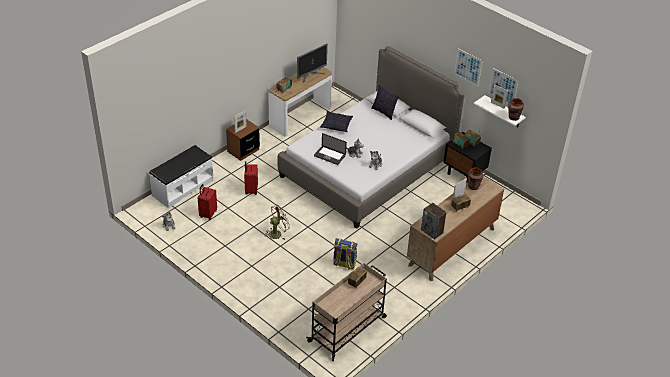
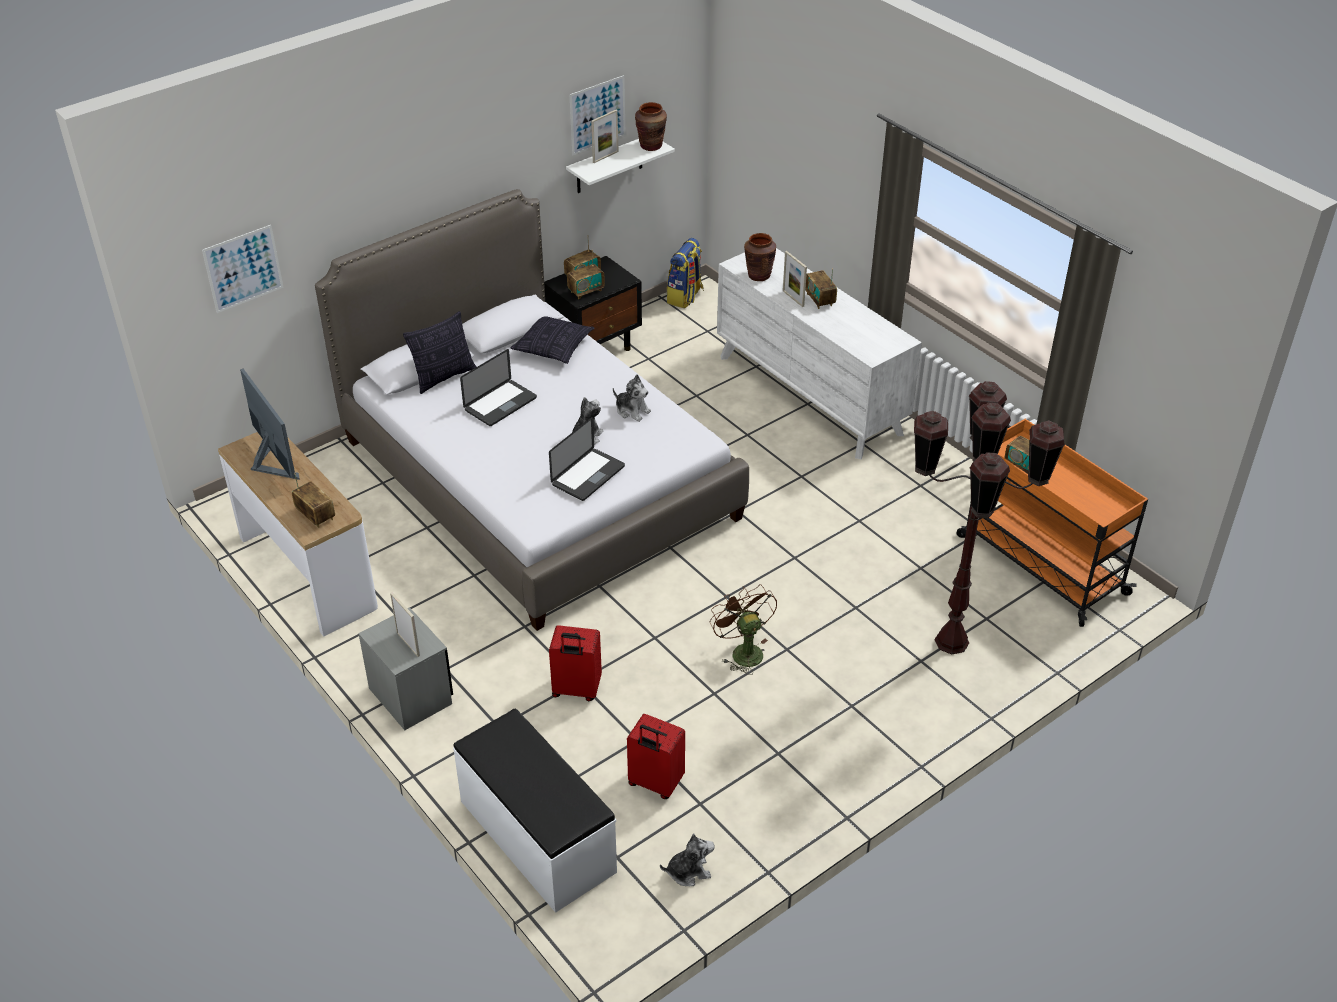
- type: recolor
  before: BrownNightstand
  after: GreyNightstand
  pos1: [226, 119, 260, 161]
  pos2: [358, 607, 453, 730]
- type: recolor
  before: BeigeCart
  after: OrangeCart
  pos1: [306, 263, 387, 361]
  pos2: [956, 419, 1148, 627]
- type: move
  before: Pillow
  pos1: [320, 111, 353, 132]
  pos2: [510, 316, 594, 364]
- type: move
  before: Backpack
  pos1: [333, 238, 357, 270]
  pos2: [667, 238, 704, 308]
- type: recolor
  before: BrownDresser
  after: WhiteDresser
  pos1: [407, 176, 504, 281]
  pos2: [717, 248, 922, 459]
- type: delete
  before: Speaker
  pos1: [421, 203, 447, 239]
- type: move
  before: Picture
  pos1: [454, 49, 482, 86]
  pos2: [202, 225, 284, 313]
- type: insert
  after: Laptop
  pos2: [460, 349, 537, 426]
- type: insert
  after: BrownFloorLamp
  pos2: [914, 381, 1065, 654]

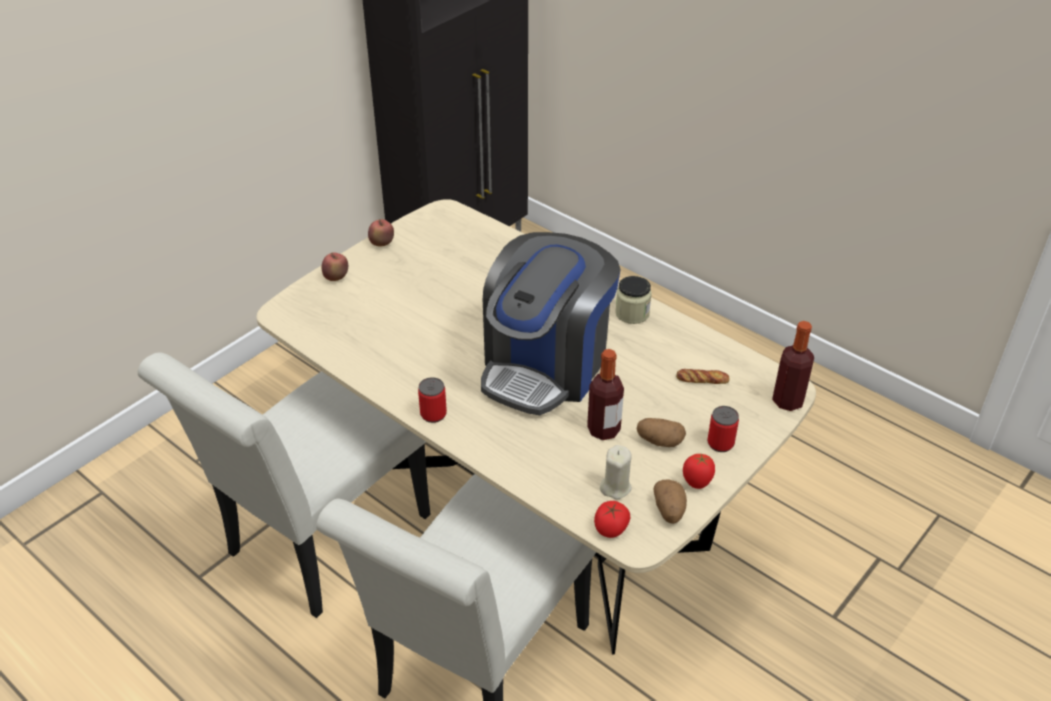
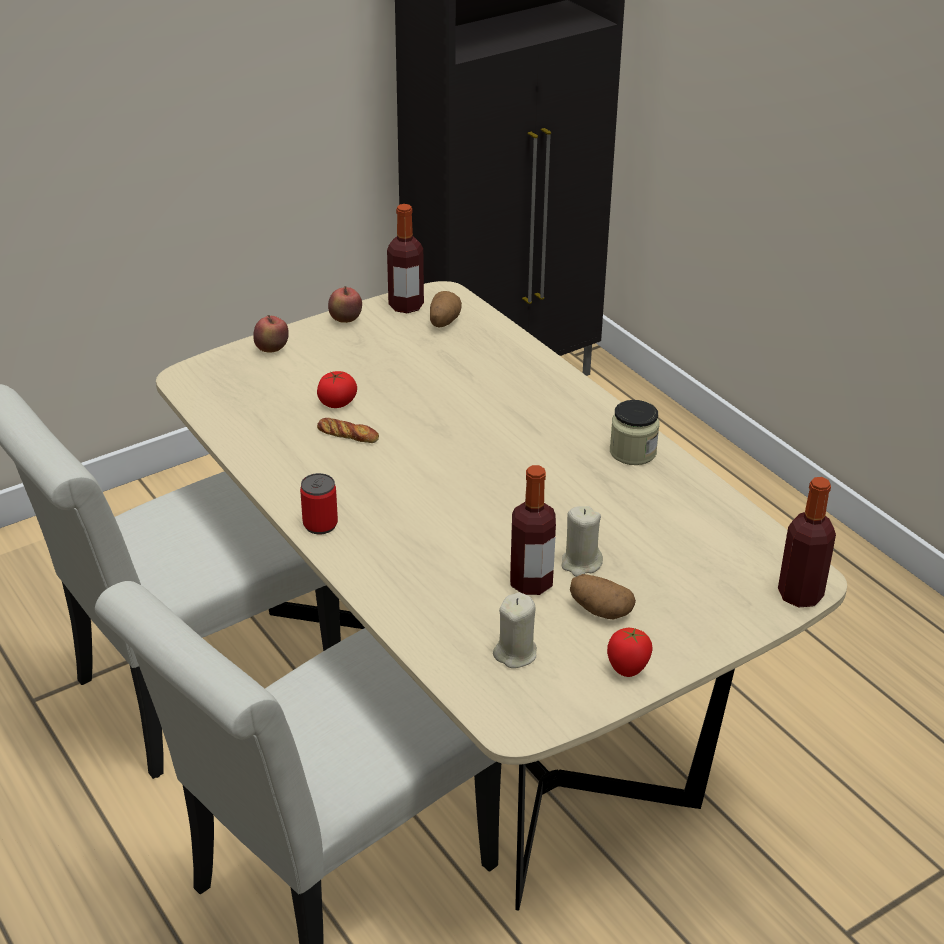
- type: delete
  before: CoffeeMachine
  pos1: [481, 232, 621, 415]
- type: move
  before: Tomato
  pos1: [594, 501, 630, 538]
  pos2: [317, 371, 357, 408]
- type: move
  before: Potato
  pos1: [654, 479, 687, 524]
  pos2: [430, 291, 462, 328]
- type: move
  before: Bread
  pos1: [676, 369, 730, 384]
  pos2: [317, 418, 379, 443]
- type: delete
  before: Can
  pos1: [707, 406, 739, 452]
- type: insert
  after: Bottle
  pos2: [387, 204, 424, 313]
- type: insert
  after: BeigeCandle
  pos2: [561, 506, 603, 577]

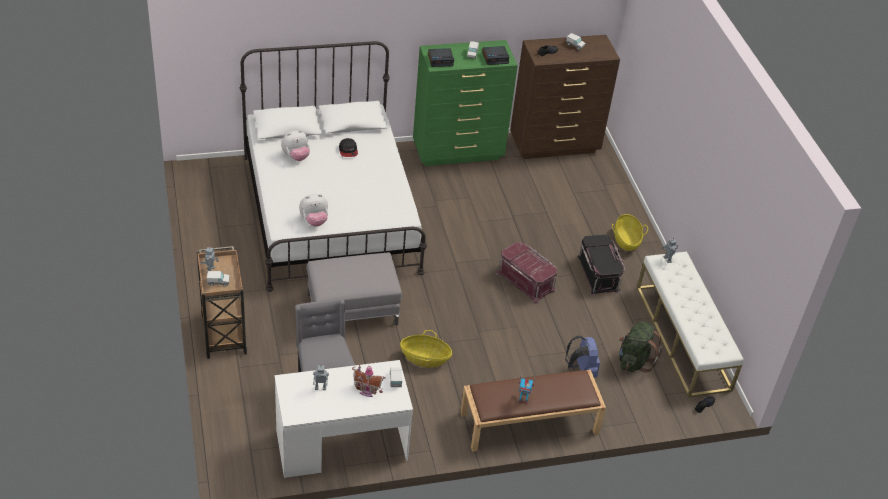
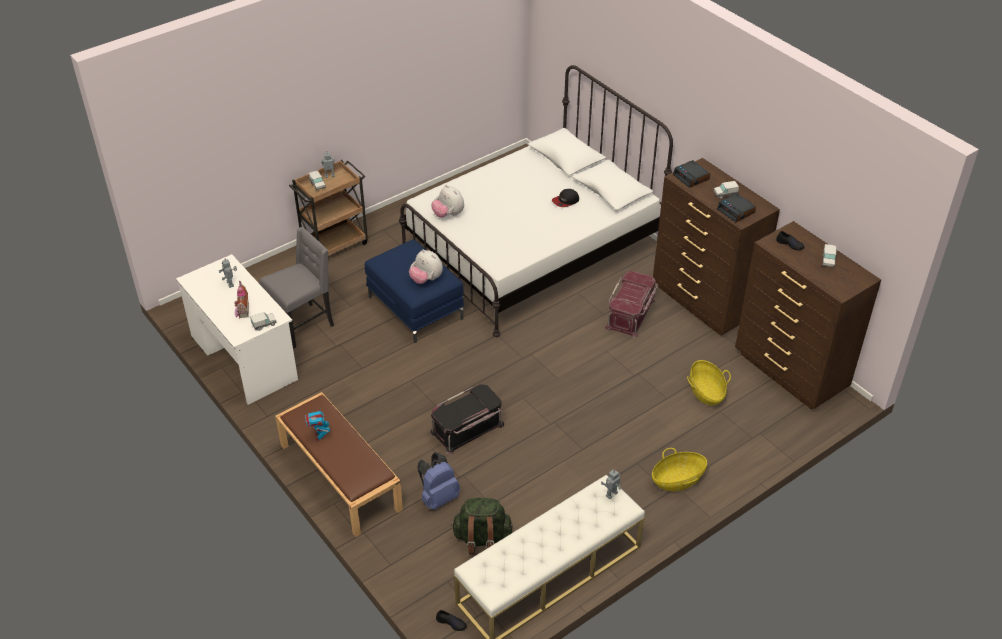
- type: move
  before: PlushToy
  pos1: [281, 130, 310, 161]
  pos2: [409, 249, 443, 284]
- type: recolor
  before: GreyOttoman
  after: BlueOttoman
  pos1: [307, 252, 402, 325]
  pos2: [365, 239, 464, 343]
- type: move
  before: Basket
  pos1: [400, 330, 452, 367]
  pos2: [687, 360, 731, 405]
- type: recolor
  before: GreenDresser
  after: BrownDresser
  pos1: [413, 40, 518, 166]
  pos2: [653, 158, 780, 336]
- type: move
  before: RedStorageBox
  pos1: [496, 242, 557, 304]
  pos2: [605, 271, 658, 338]
- type: move
  before: BlackStorageBox
  pos1: [576, 235, 625, 296]
  pos2: [430, 384, 504, 455]

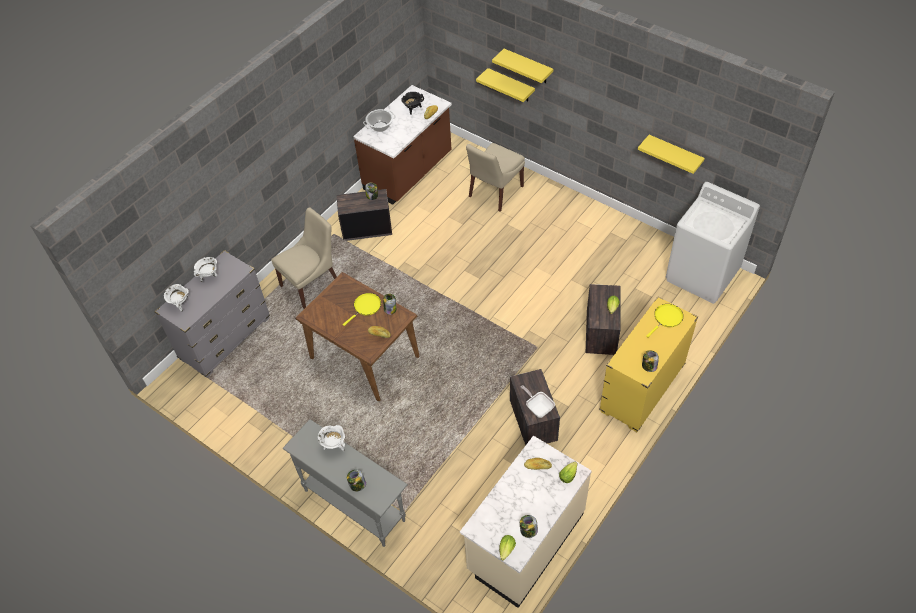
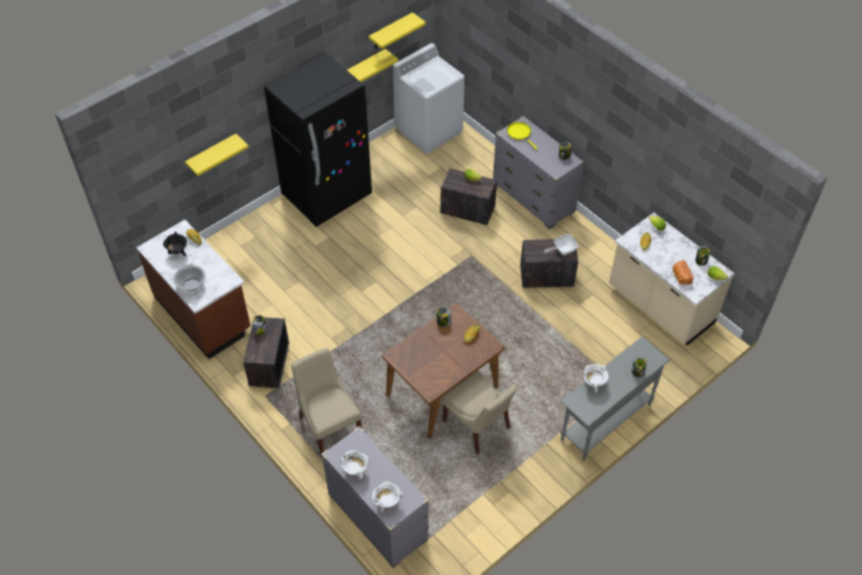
- type: delete
  before: YellowFryingPan
  pos1: [343, 293, 381, 326]
- type: move
  before: BeigeChair
  pos1: [466, 143, 525, 211]
  pos2: [442, 371, 518, 455]
- type: move
  before: YellowShelf
  pos1: [492, 49, 553, 83]
  pos2: [369, 12, 426, 49]
- type: recolor
  before: YellowDresser
  after: GreyDresser
  pos1: [599, 297, 698, 432]
  pos2: [493, 116, 584, 230]
- type: insert
  after: BlackFridge
  pos2: [264, 53, 372, 227]
- type: insert
  after: Bread
  pos2: [673, 260, 693, 285]

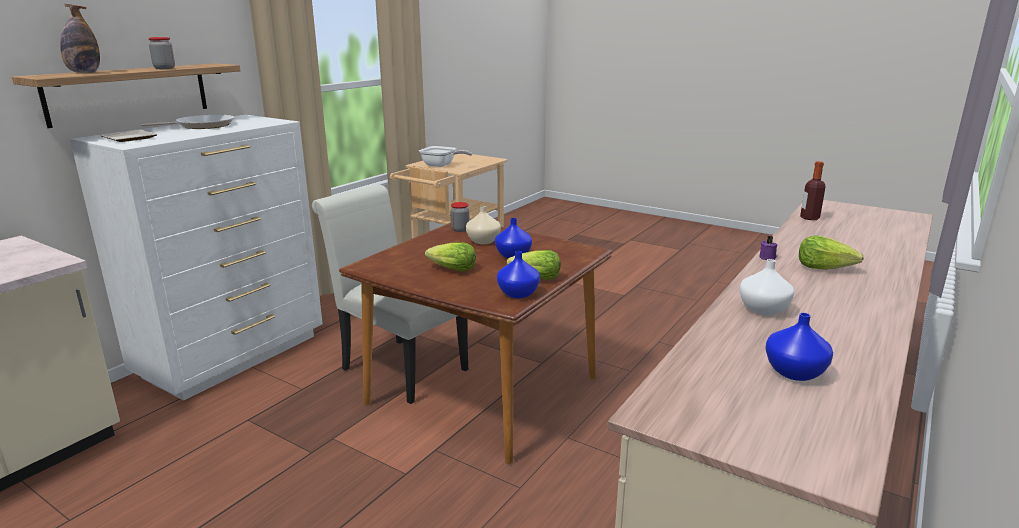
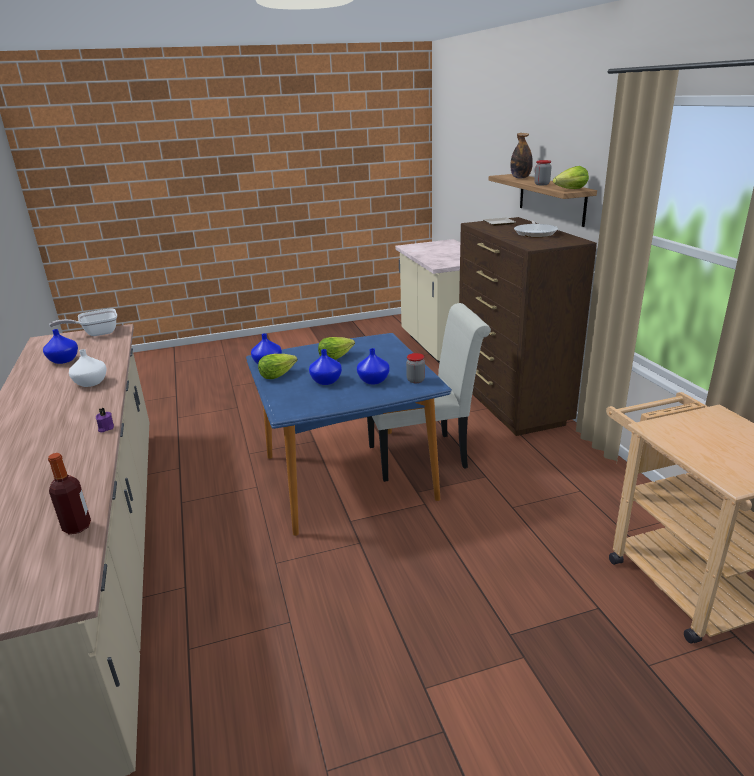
- type: recolor
  before: WhiteDresser
  after: BrownDresser
  pos1: [70, 115, 323, 401]
  pos2: [459, 217, 597, 436]
- type: recolor
  before: BrownDiningTable
  after: BlueDiningTable
  pos1: [339, 223, 613, 464]
  pos2: [246, 333, 452, 536]
- type: move
  before: FryingPan
  pos1: [419, 146, 472, 167]
  pos2: [49, 309, 117, 336]
- type: recolor
  before: BeigeVase
  after: BlueVase
  pos1: [466, 206, 501, 244]
  pos2: [357, 348, 390, 384]
- type: move
  before: Lettuce
  pos1: [799, 235, 864, 270]
  pos2: [553, 166, 589, 189]

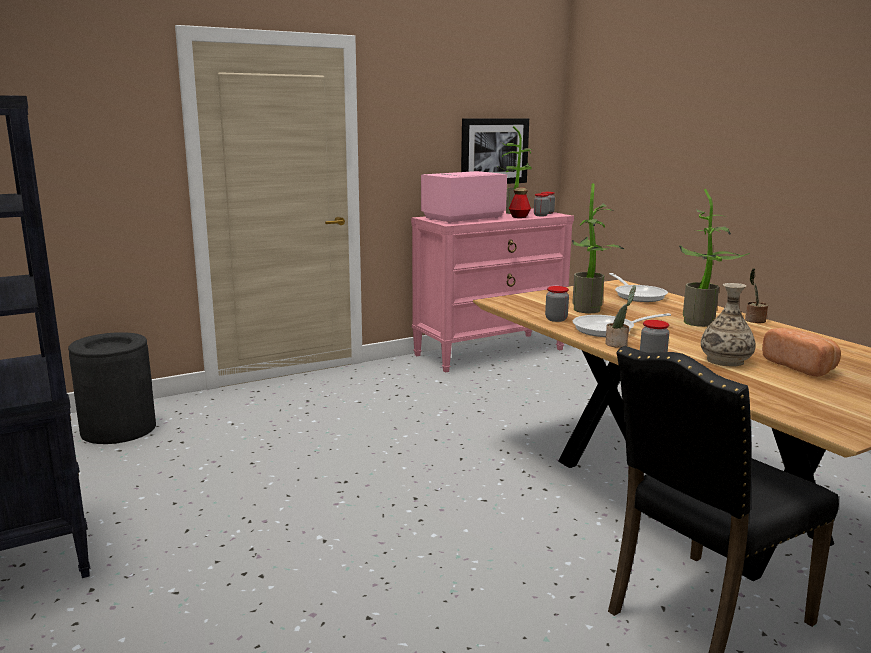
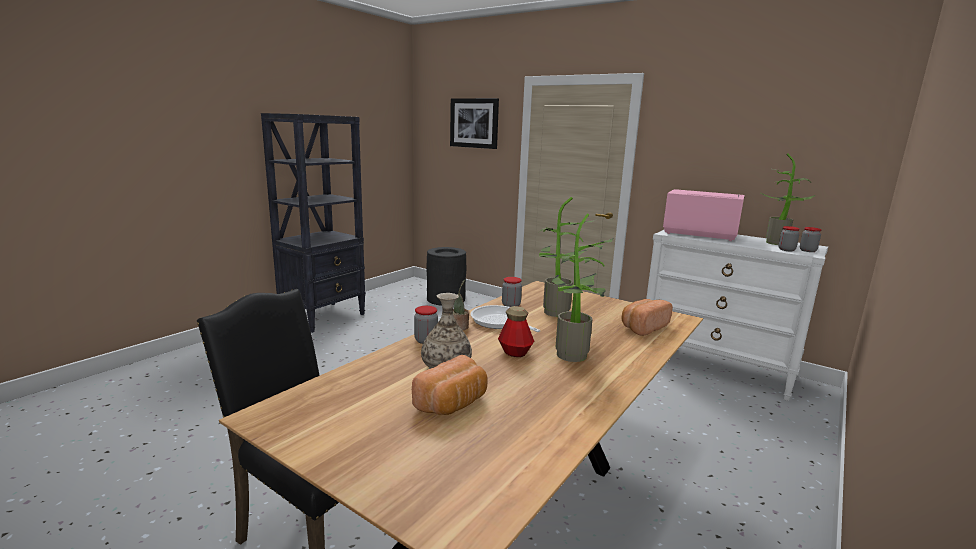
- type: recolor
  before: PinkDresser
  after: WhiteDresser
  pos1: [411, 208, 574, 373]
  pos2: [646, 230, 828, 401]
- type: move
  before: Picture
  pos1: [461, 118, 529, 184]
  pos2: [450, 98, 499, 149]
- type: move
  before: Bottle
  pos1: [509, 187, 531, 218]
  pos2: [498, 306, 534, 357]
- type: replace
  before: FryingPan
  after: Bread
  pos1: [609, 273, 668, 302]
  pos2: [621, 299, 673, 336]
- type: delete
  before: PottedPlant
  pos1: [745, 268, 768, 323]

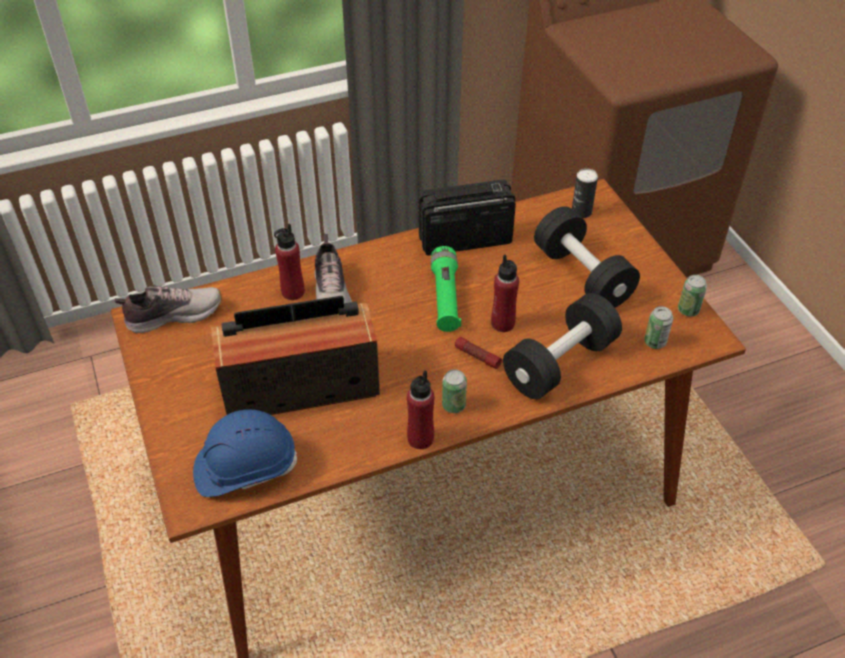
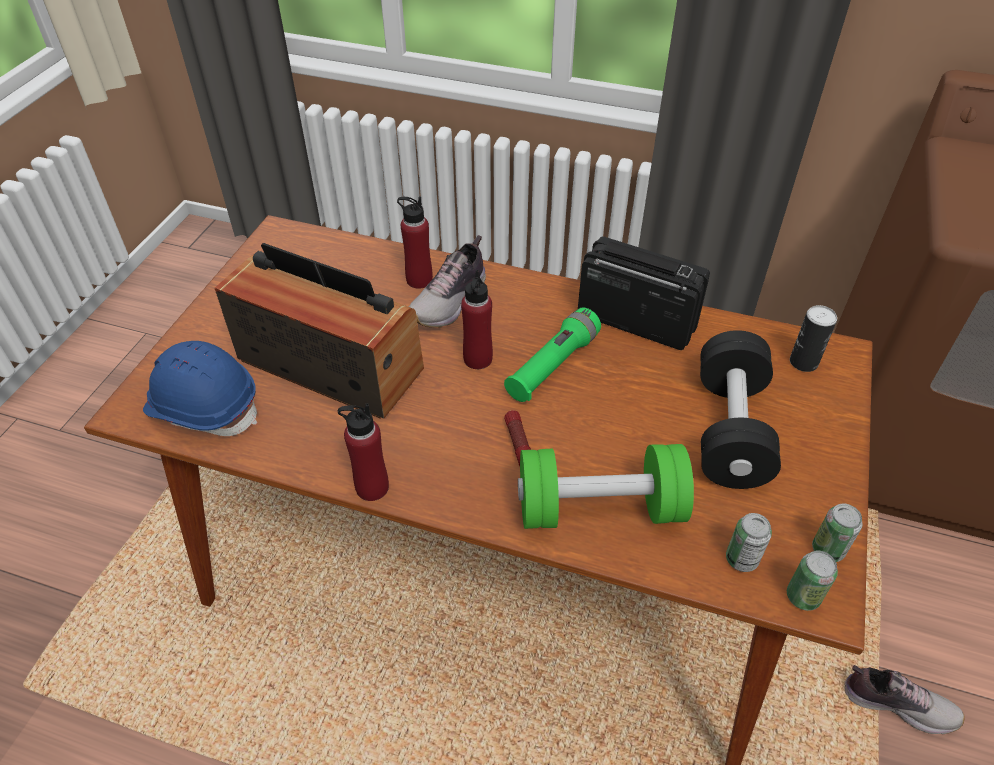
- type: move
  before: Shoe
  pos1: [114, 285, 222, 333]
  pos2: [844, 665, 965, 735]
- type: move
  before: Can
  pos1: [442, 369, 467, 413]
  pos2: [787, 551, 838, 611]
- type: move
  before: RedBottle
  pos1: [491, 255, 519, 332]
  pos2: [461, 270, 493, 369]
- type: recolor
  before: BlackDumbbell
  after: GreenDumbbell
  pos1: [503, 293, 622, 399]
  pos2: [518, 444, 694, 529]

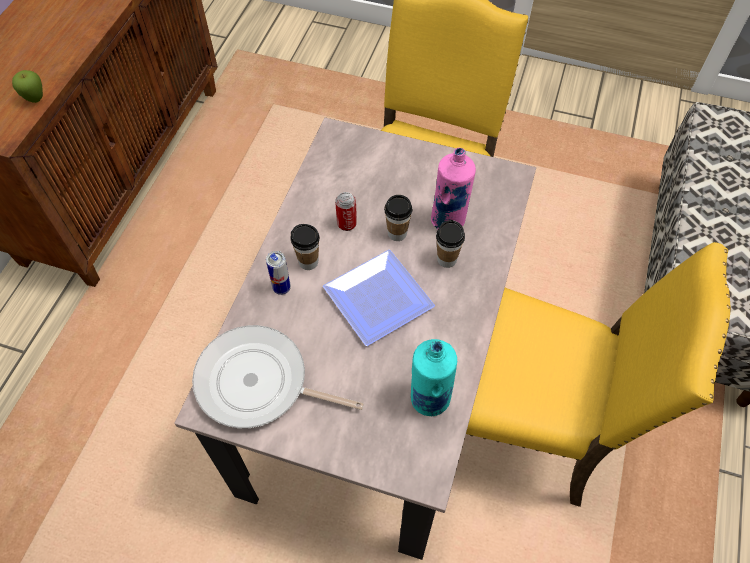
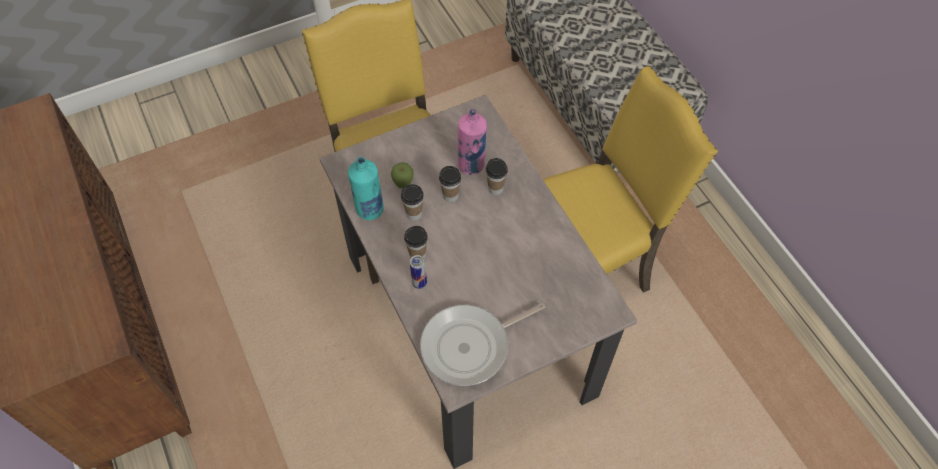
- type: move
  before: Apple
  pos1: [12, 70, 43, 103]
  pos2: [391, 162, 414, 188]
- type: delete
  before: Plate
  pos1: [323, 250, 435, 346]
- type: replace
  before: Can
  after: Cup
  pos1: [335, 192, 357, 231]
  pos2: [401, 184, 424, 221]
- type: move
  before: TurquoiseBottle
  pos1: [411, 339, 457, 416]
  pos2: [348, 157, 384, 220]

